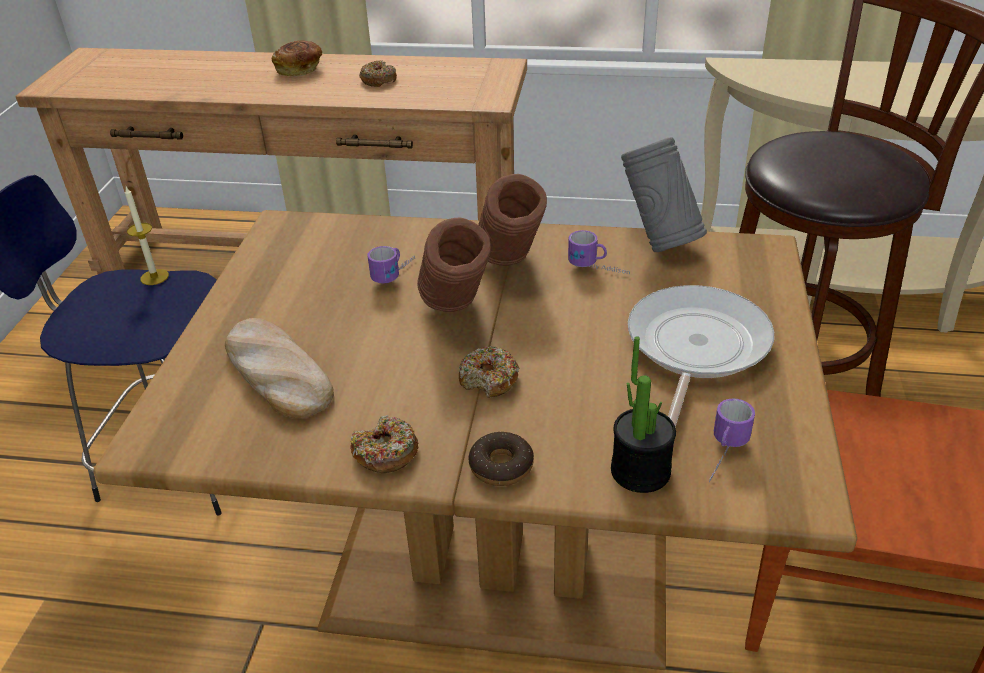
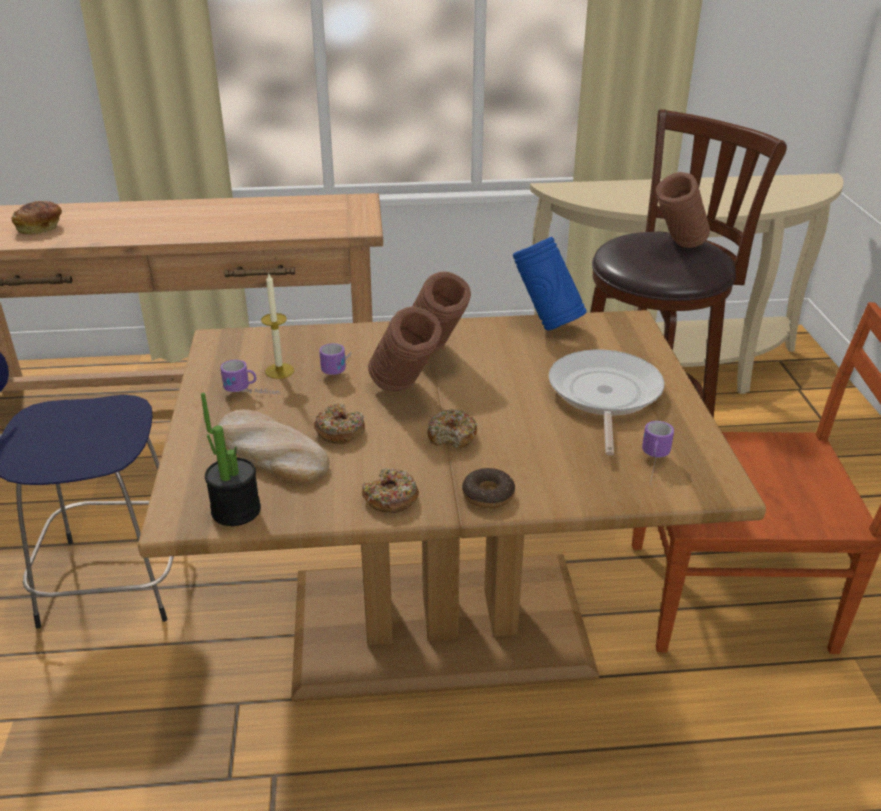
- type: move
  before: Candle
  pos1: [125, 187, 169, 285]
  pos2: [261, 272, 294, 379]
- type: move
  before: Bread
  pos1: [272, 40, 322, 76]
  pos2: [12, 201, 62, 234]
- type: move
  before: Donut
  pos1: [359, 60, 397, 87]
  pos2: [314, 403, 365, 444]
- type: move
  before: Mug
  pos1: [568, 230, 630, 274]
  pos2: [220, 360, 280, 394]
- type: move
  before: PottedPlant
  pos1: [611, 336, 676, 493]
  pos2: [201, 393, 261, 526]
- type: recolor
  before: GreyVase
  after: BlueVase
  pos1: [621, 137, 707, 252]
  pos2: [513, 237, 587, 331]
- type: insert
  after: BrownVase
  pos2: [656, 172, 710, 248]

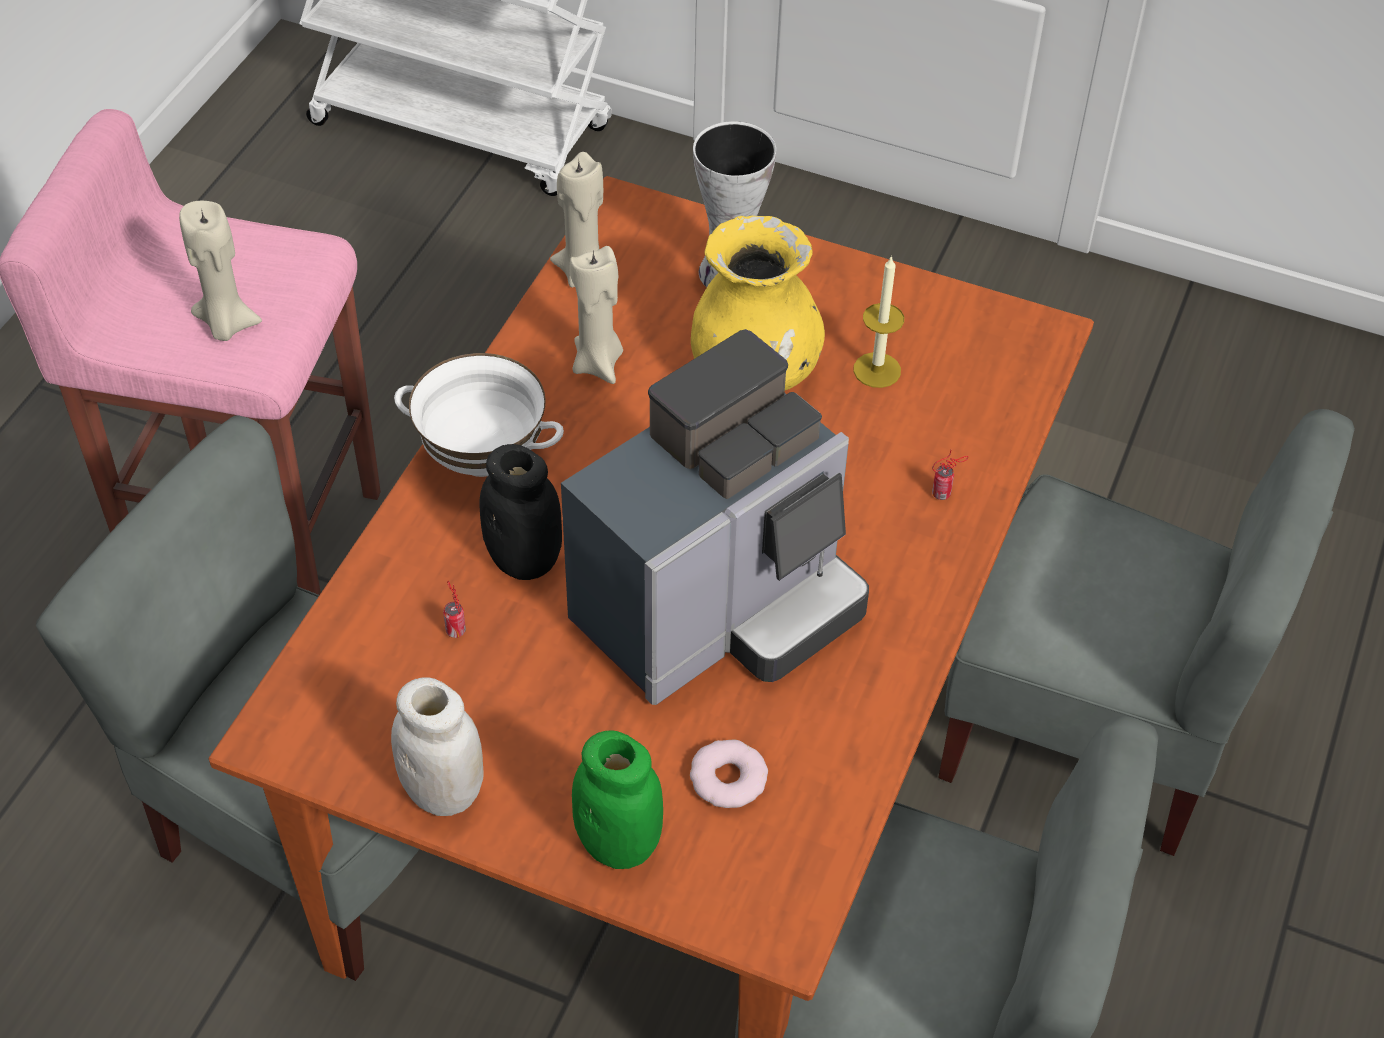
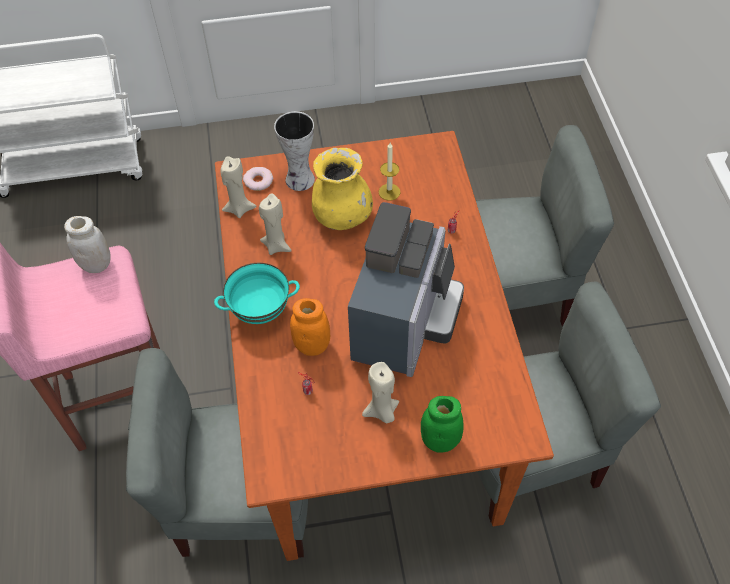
- type: move
  before: BeigeCandle
  pos1: [179, 201, 262, 341]
  pos2: [362, 362, 399, 423]
- type: move
  before: WhiteJar
  pos1: [391, 677, 484, 816]
  pos2: [64, 216, 111, 273]
- type: recolor
  before: WhiteBowl
  after: TurquoiseBowl
  pos1: [394, 353, 564, 477]
  pos2: [214, 263, 300, 324]
- type: recolor
  before: BlackJar
  after: OrangeJar
  pos1: [480, 444, 562, 580]
  pos2: [290, 298, 330, 356]
- type: move
  before: Donut
  pos1: [690, 740, 768, 808]
  pos2: [243, 167, 273, 191]

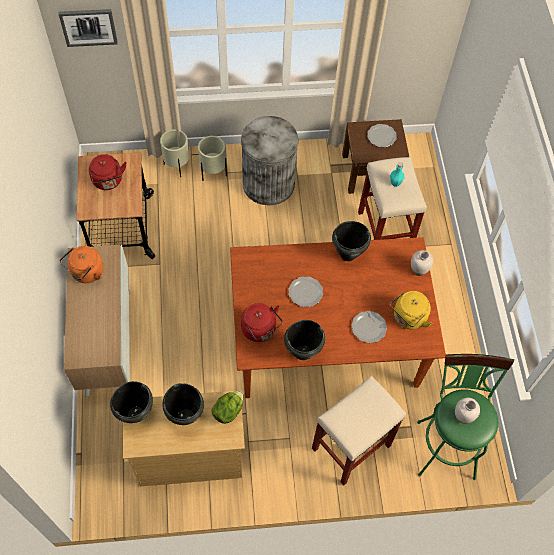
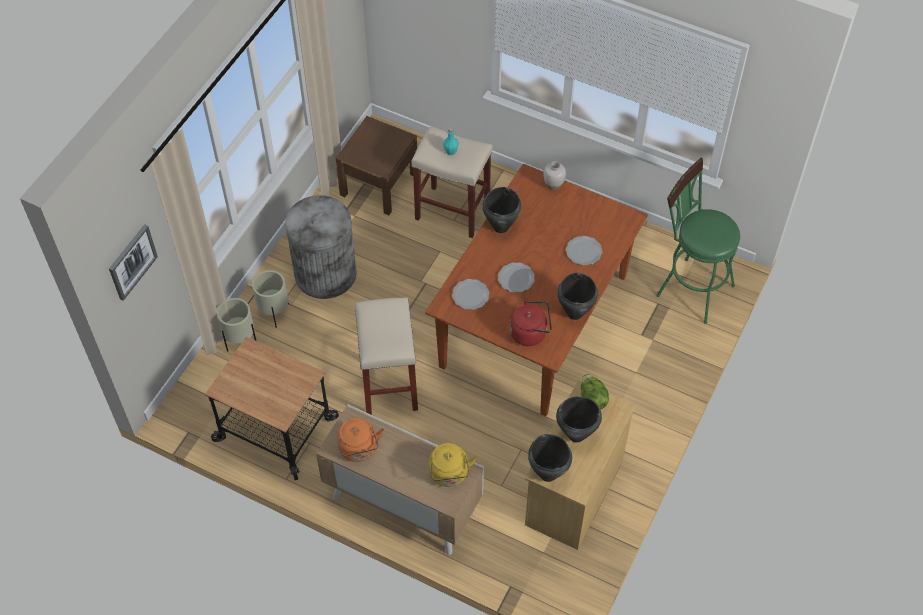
- type: delete
  before: RedKettle
  pos1: [89, 154, 126, 190]
- type: move
  before: BeigeStool
  pos1: [312, 376, 406, 486]
  pos2: [355, 297, 418, 415]
- type: move
  before: Plate
  pos1: [367, 124, 397, 147]
  pos2: [452, 279, 489, 310]
- type: move
  before: YellowKettle
  pos1: [390, 291, 432, 329]
  pos2: [429, 443, 477, 487]
- type: delete
  before: WhiteVase
  pos1: [455, 397, 480, 424]

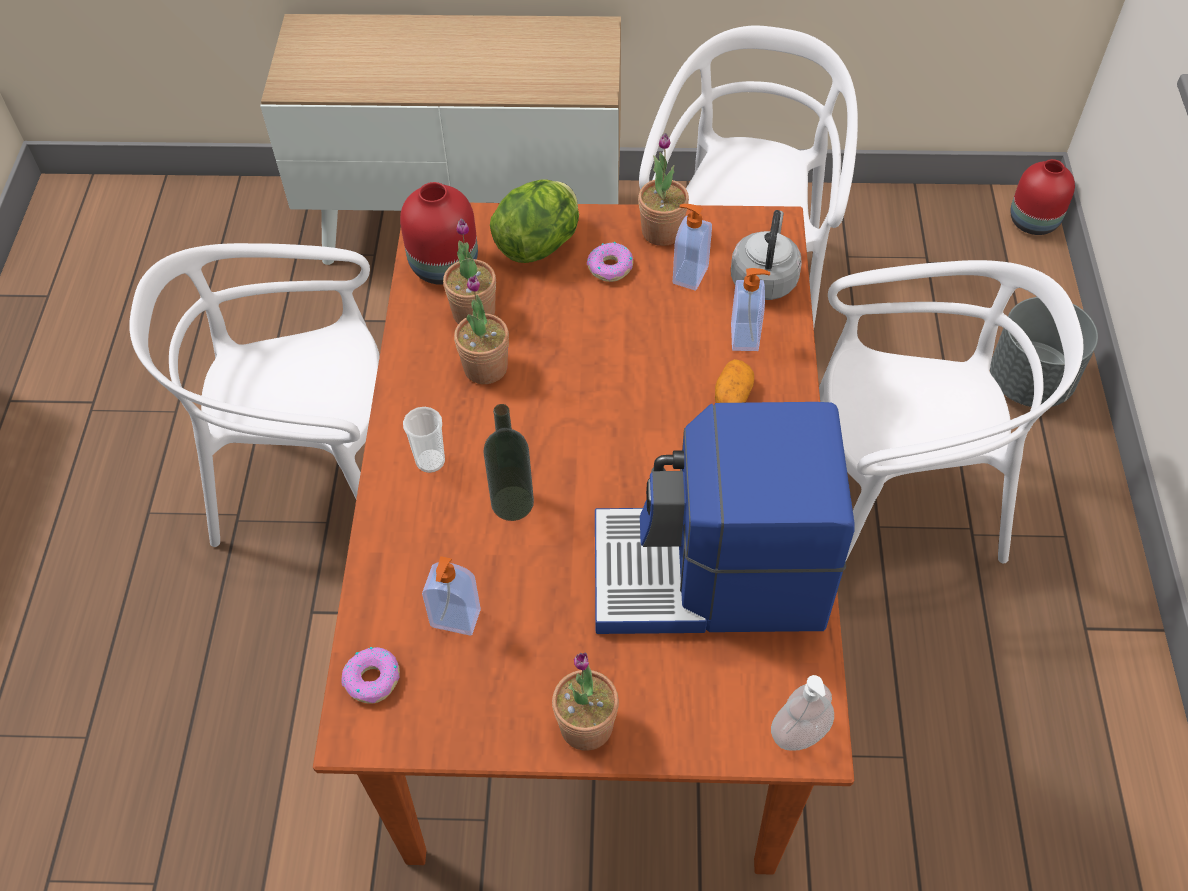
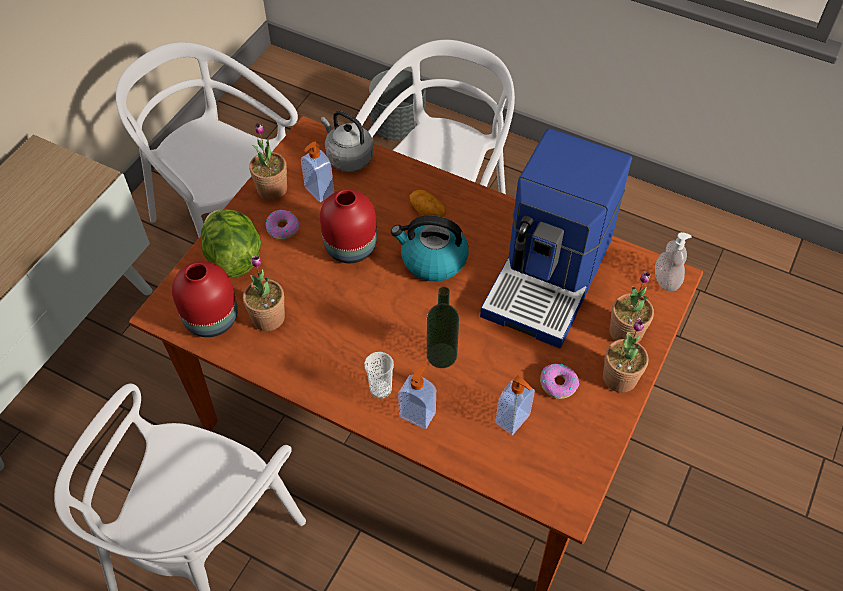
- type: move
  before: Donut
  pos1: [342, 647, 400, 704]
  pos2: [540, 364, 579, 399]
- type: move
  before: PottedPlant
  pos1: [454, 275, 509, 384]
  pos2: [610, 271, 654, 342]
- type: move
  before: SoapDispenser
  pos1: [731, 268, 770, 351]
  pos2: [398, 366, 436, 429]
- type: move
  before: RedVase
  pos1: [1010, 159, 1075, 235]
  pos2: [320, 190, 377, 263]
- type: insert
  after: Kettle
  pos2: [391, 216, 469, 281]

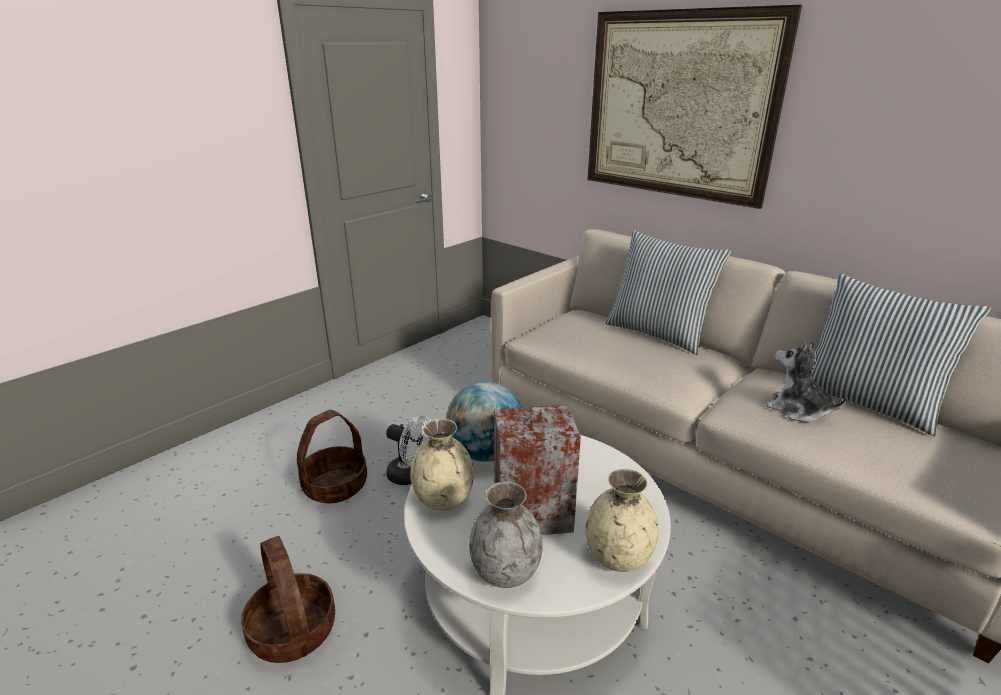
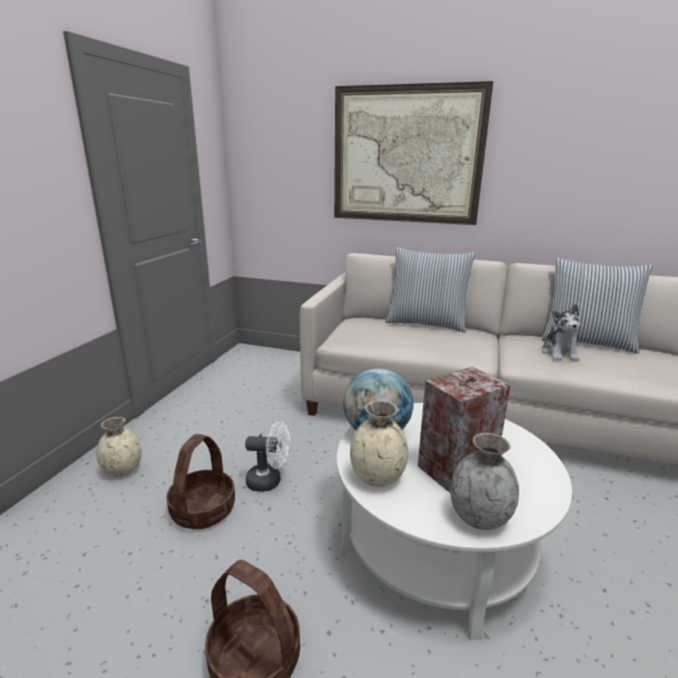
- type: move
  before: BeigeVase
  pos1: [586, 468, 659, 572]
  pos2: [96, 417, 142, 477]
- type: rotate
  before: PlushToy
  pos1: [766, 342, 848, 422]
  pos2: [542, 304, 580, 361]
  turn: -105

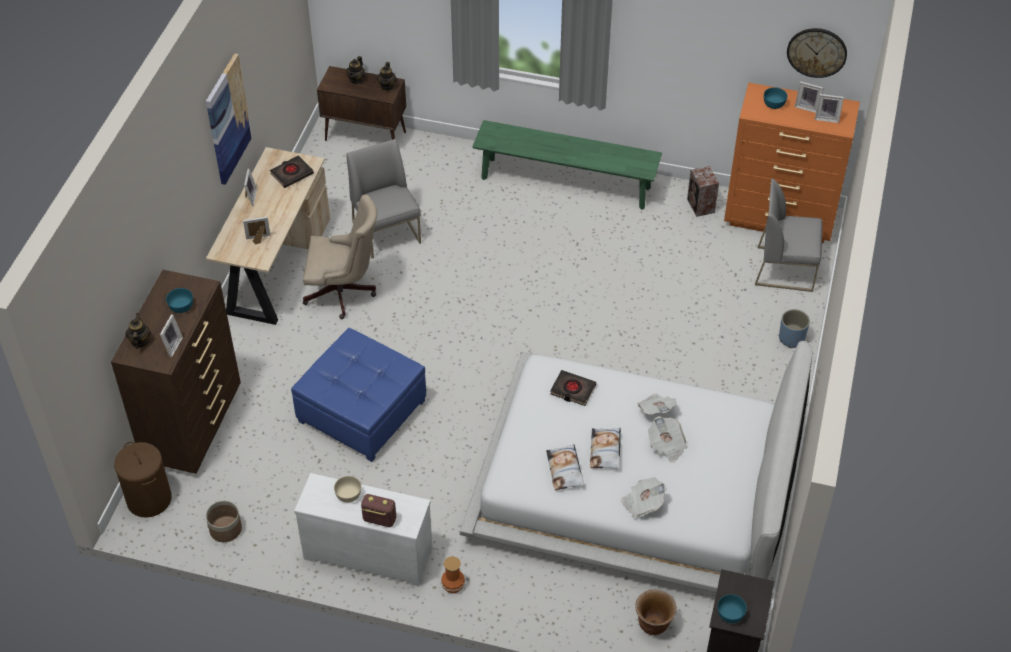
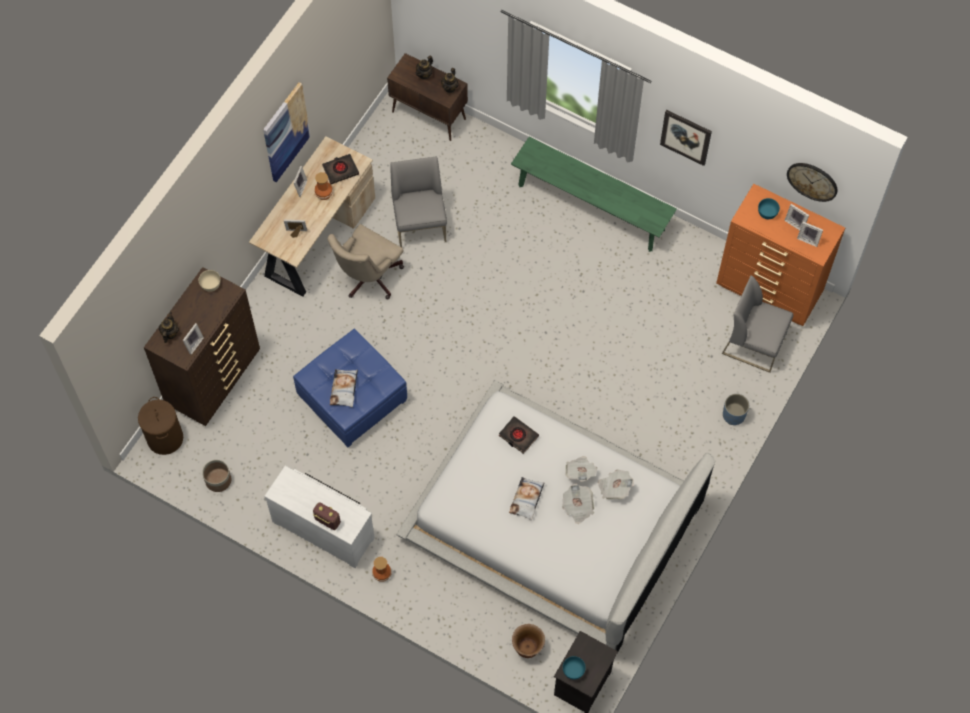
- type: delete
  before: TurquoiseBowl
  pos1: [166, 288, 193, 313]
- type: rotate
  before: BeigeOfficeChair
  pos1: [303, 195, 377, 319]
  pos2: [327, 224, 404, 300]
  turn: 105
- type: move
  before: BeigeBowl
  pos1: [334, 476, 361, 503]
  pos2: [199, 270, 220, 292]
- type: move
  before: Pillow
  pos1: [546, 444, 584, 490]
  pos2: [330, 369, 358, 407]
- type: move
  before: Newspaper
  pos1: [621, 477, 667, 517]
  pos2: [598, 470, 634, 500]
- type: delete
  before: Speaker
  pos1: [687, 166, 719, 217]
- type: insert
  after: Vase
  pos2: [314, 172, 333, 200]
- type: insert
  after: Picture
  pos2: [660, 110, 712, 166]

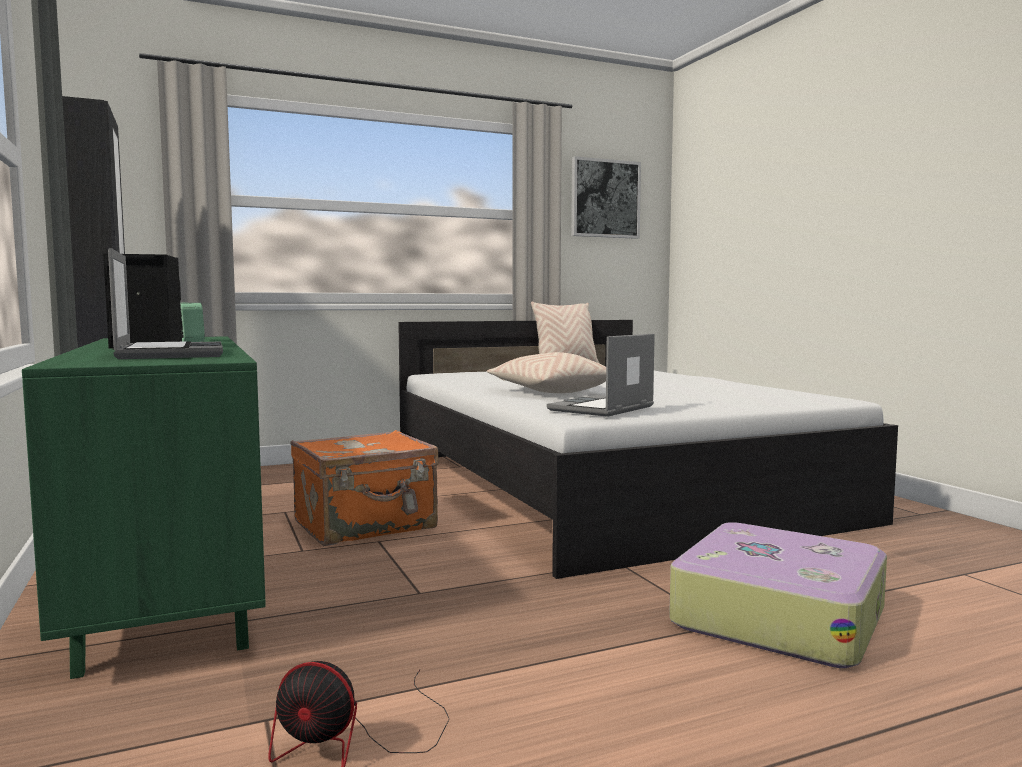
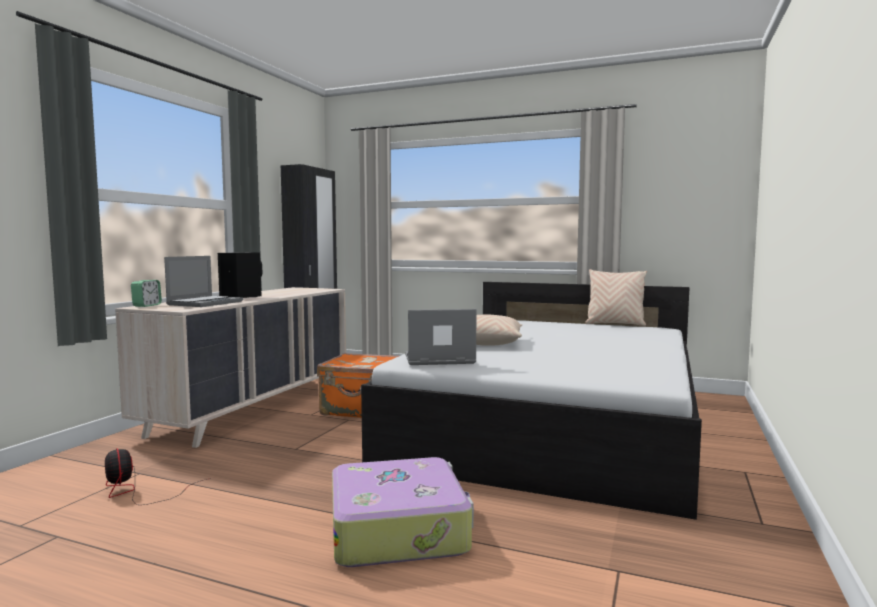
- type: recolor
  before: GreenDresser
  after: BeigeDresser
  pos1: [22, 336, 266, 679]
  pos2: [115, 287, 346, 448]
- type: move
  before: AlarmClock
  pos1: [180, 302, 205, 342]
  pos2: [131, 280, 162, 307]
- type: delete
  before: Picture
  pos1: [571, 156, 641, 239]

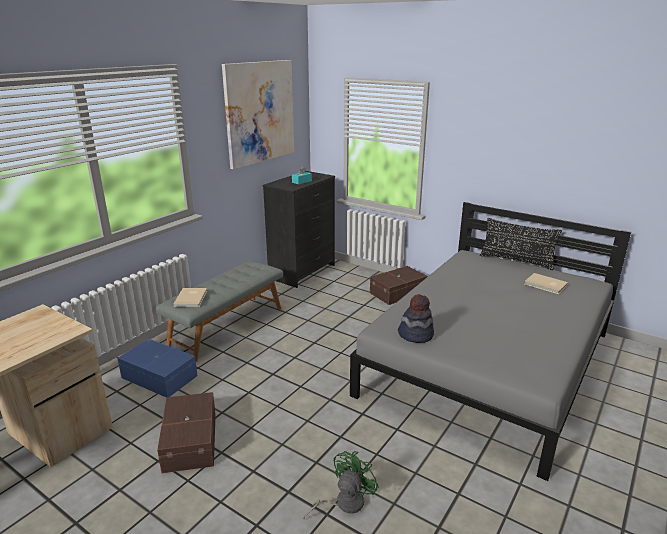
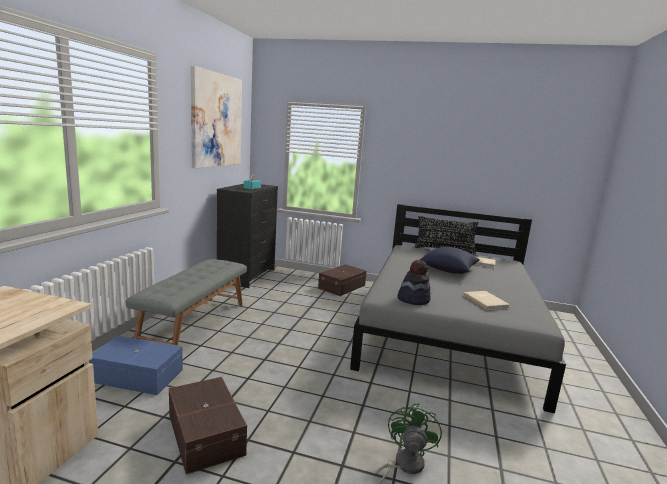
- type: move
  before: BeigeBook
  pos1: [173, 288, 207, 307]
  pos2: [463, 291, 510, 310]
- type: insert
  after: BluePillow
  pos2: [420, 246, 480, 274]

